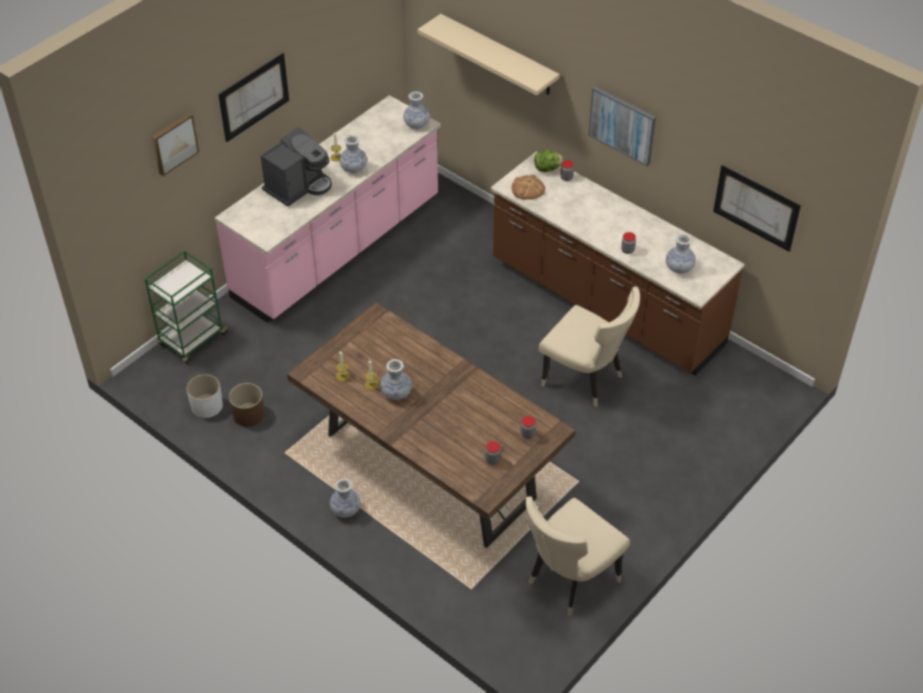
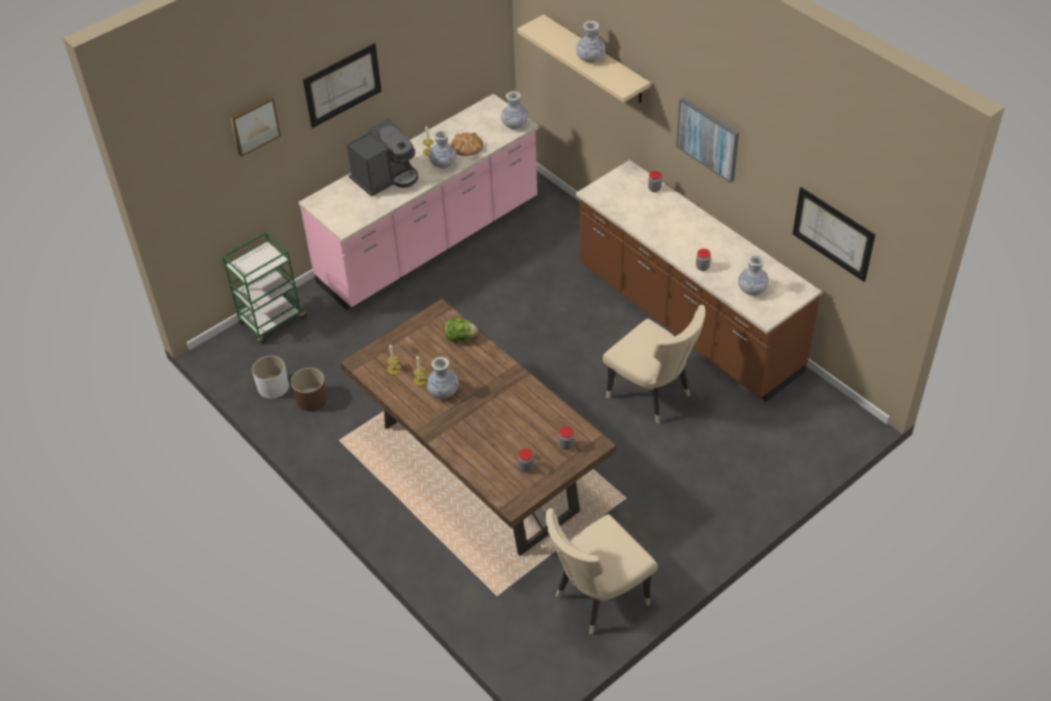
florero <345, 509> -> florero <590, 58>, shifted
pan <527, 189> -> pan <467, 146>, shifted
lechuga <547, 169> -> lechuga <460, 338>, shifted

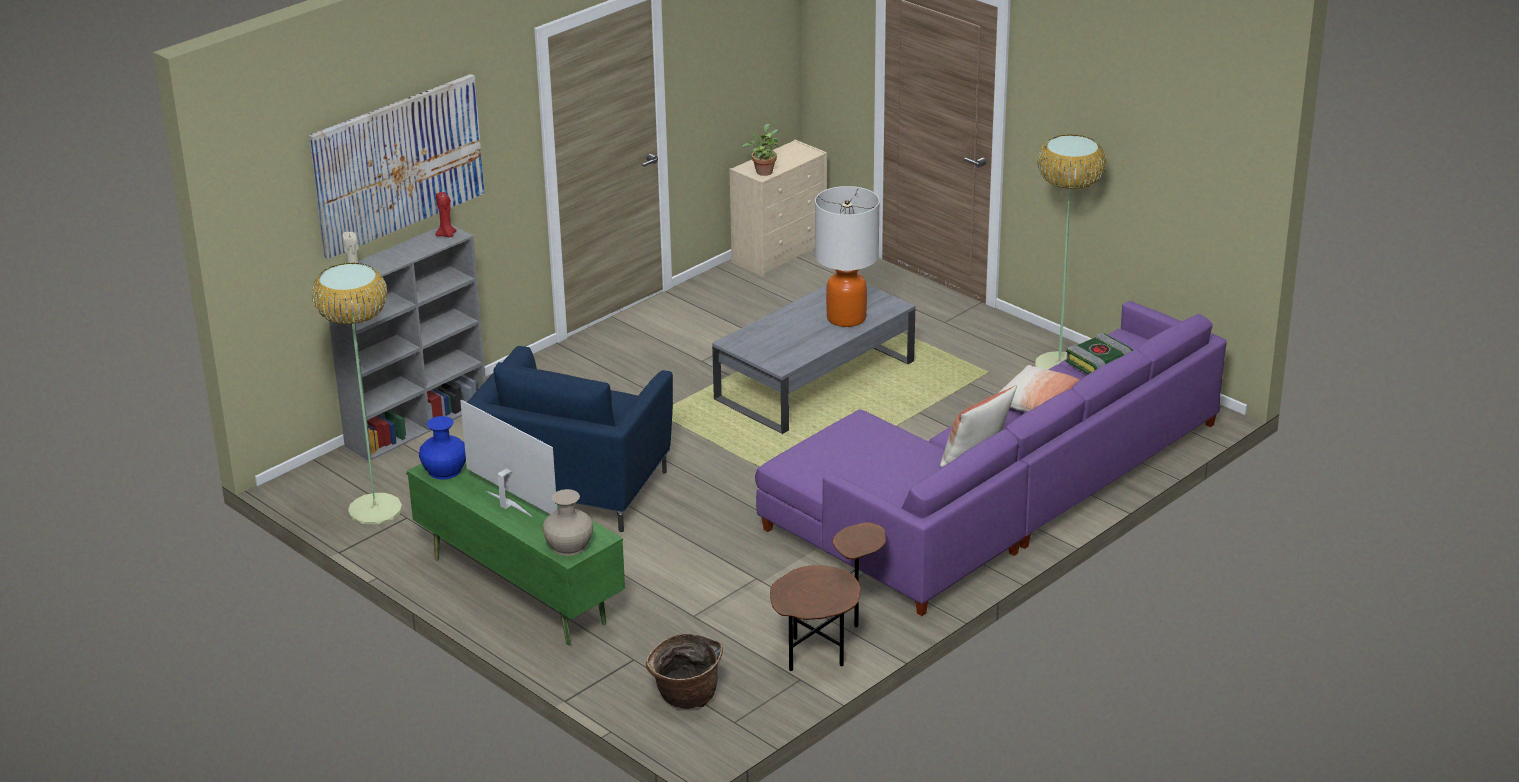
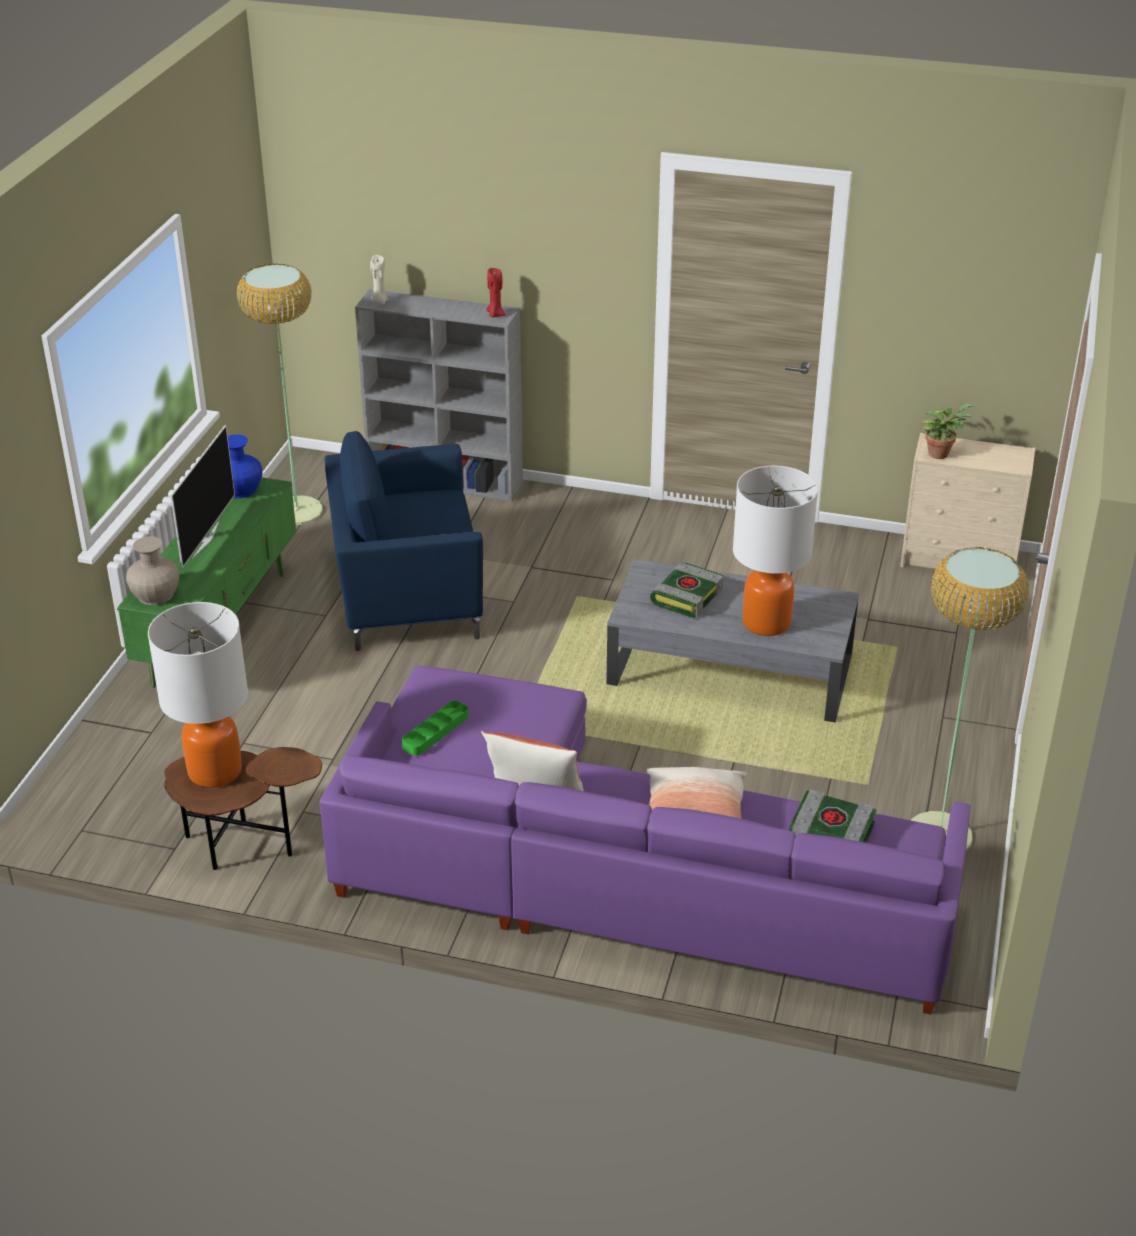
cuadro <398, 164> -> none
cesta <685, 697> -> none
none -> lámpara de mesa <214, 771>
none -> bandeja/verde <435, 731>
none -> libro <686, 596>

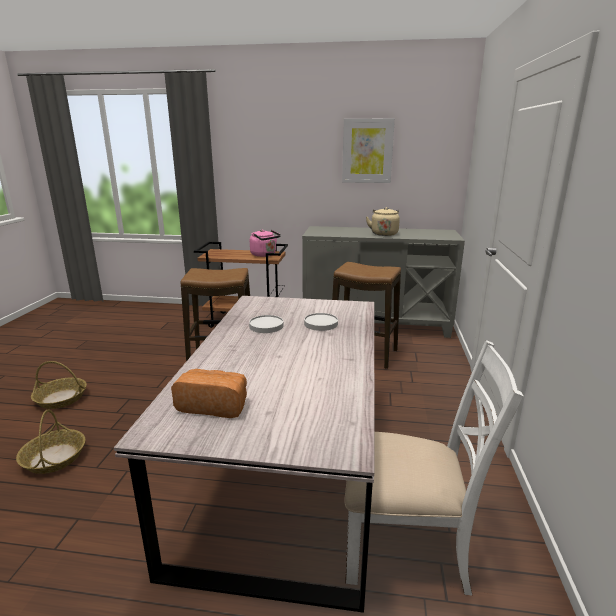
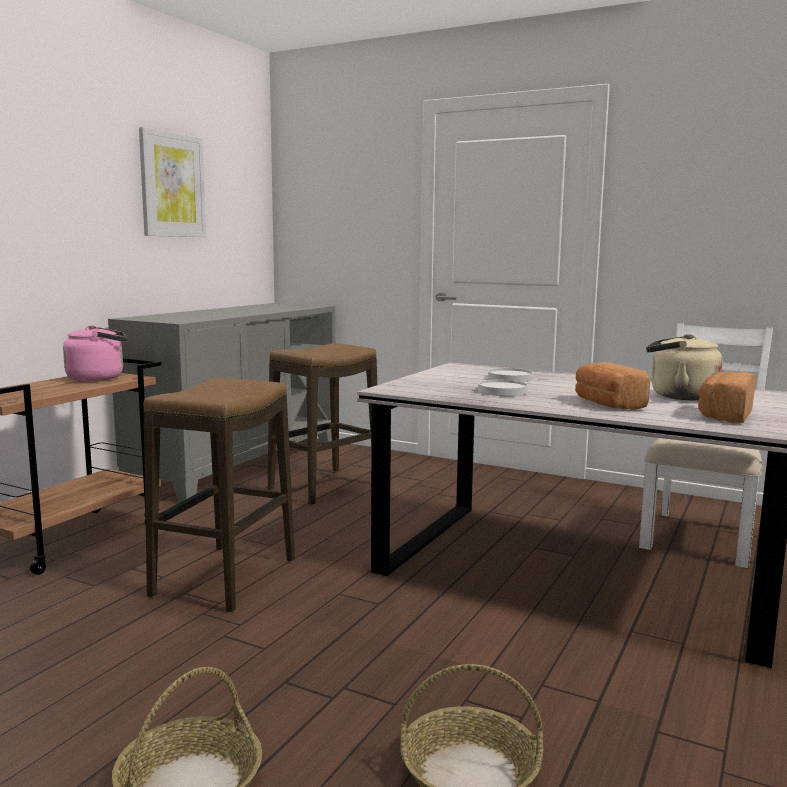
hervidor/beis <384, 233> -> hervidor/beis <678, 396>, shifted
none -> pan <607, 404>

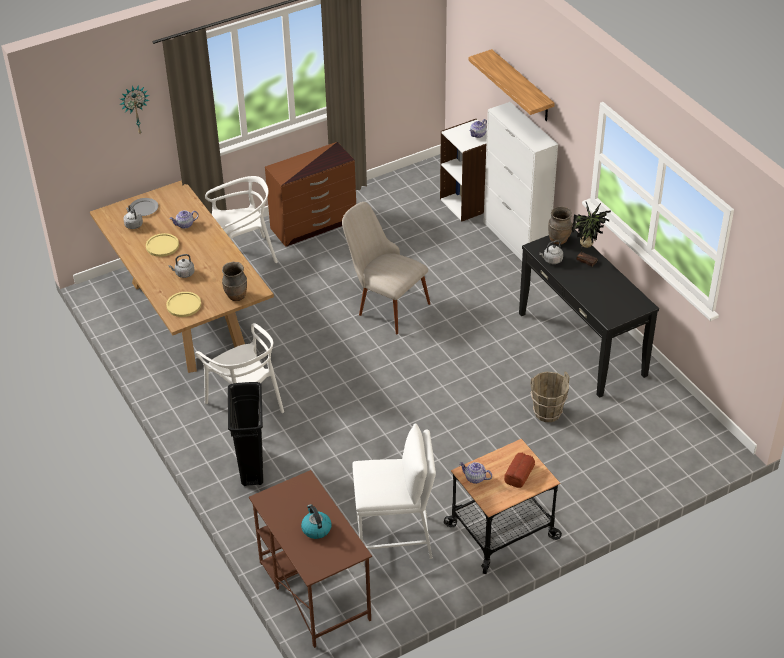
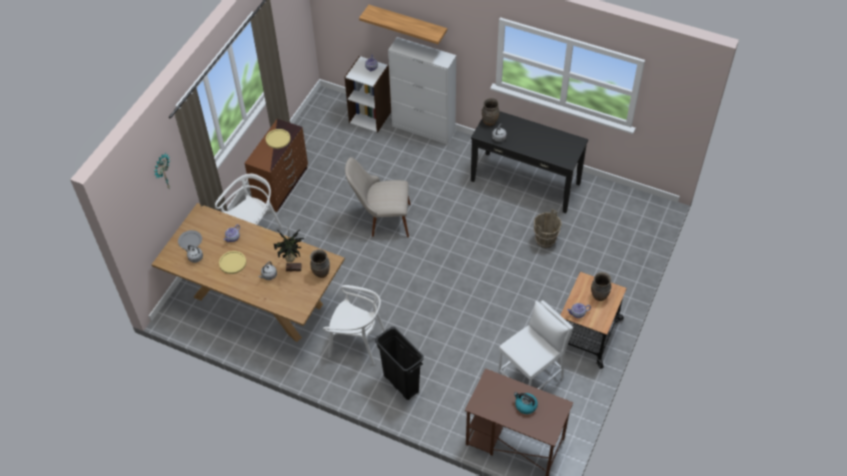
plato/amarillo <184, 305> -> plato/amarillo <278, 139>, shifted
pan <518, 473> -> florero/marrón <599, 295>
planta en maceta <586, 260> -> planta en maceta <293, 267>, shifted

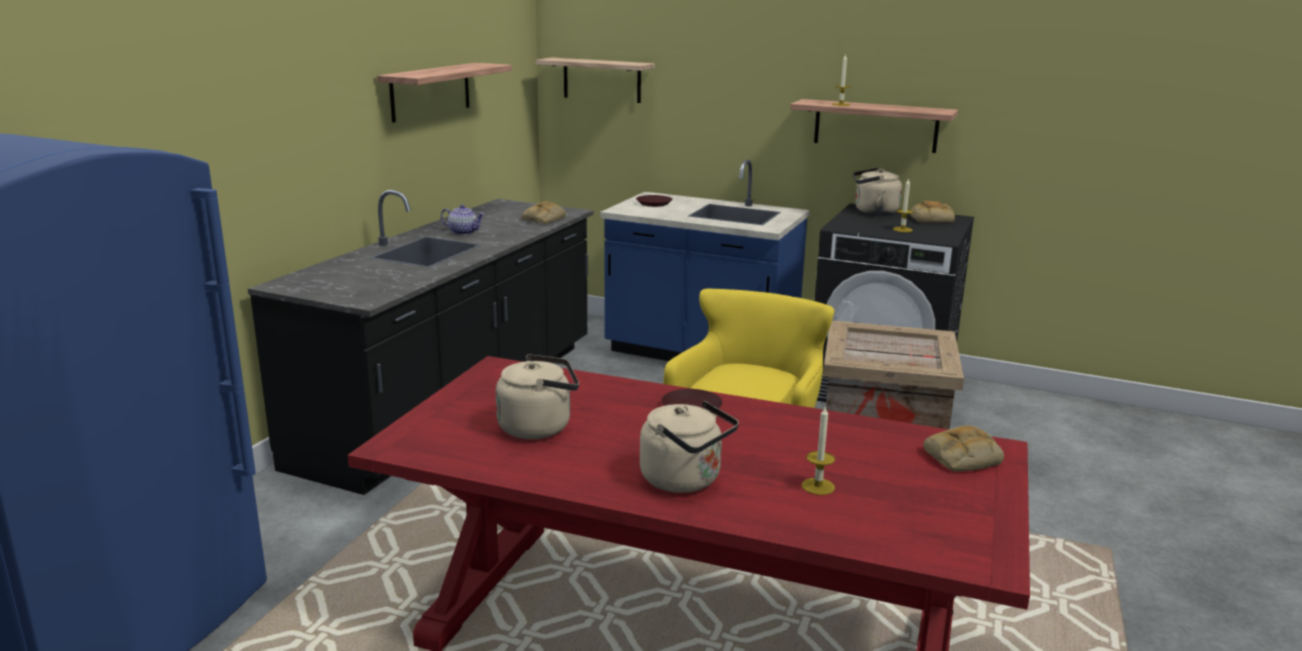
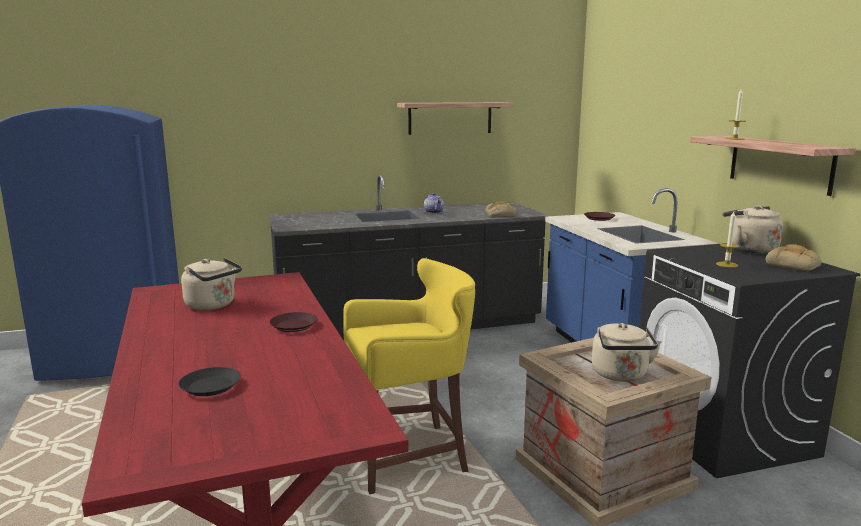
estante <602, 80> -> none
hervidor/beis <685, 480> -> hervidor/beis <621, 375>, shifted
vela <818, 486> -> plato/negro <210, 386>
pan <962, 457> -> none

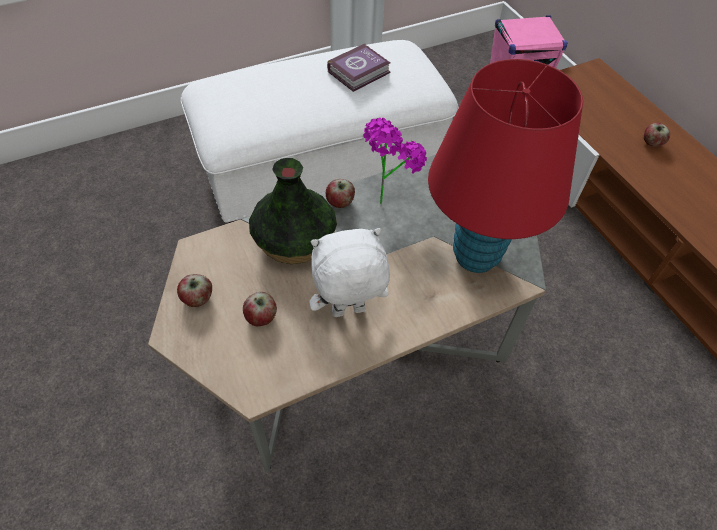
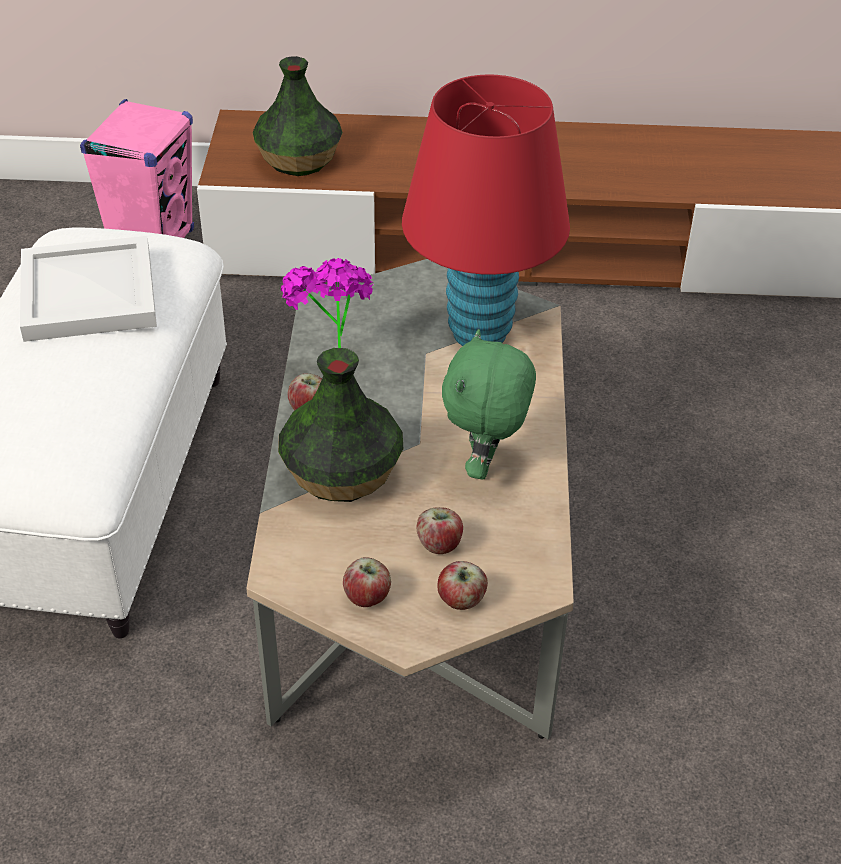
peluche/blanco <348, 313> -> peluche/verde <485, 466>
libro <360, 72> -> bandeja/blanco <90, 292>
manzana <651, 143> -> manzana <461, 600>, shifted
none -> florero <299, 160>

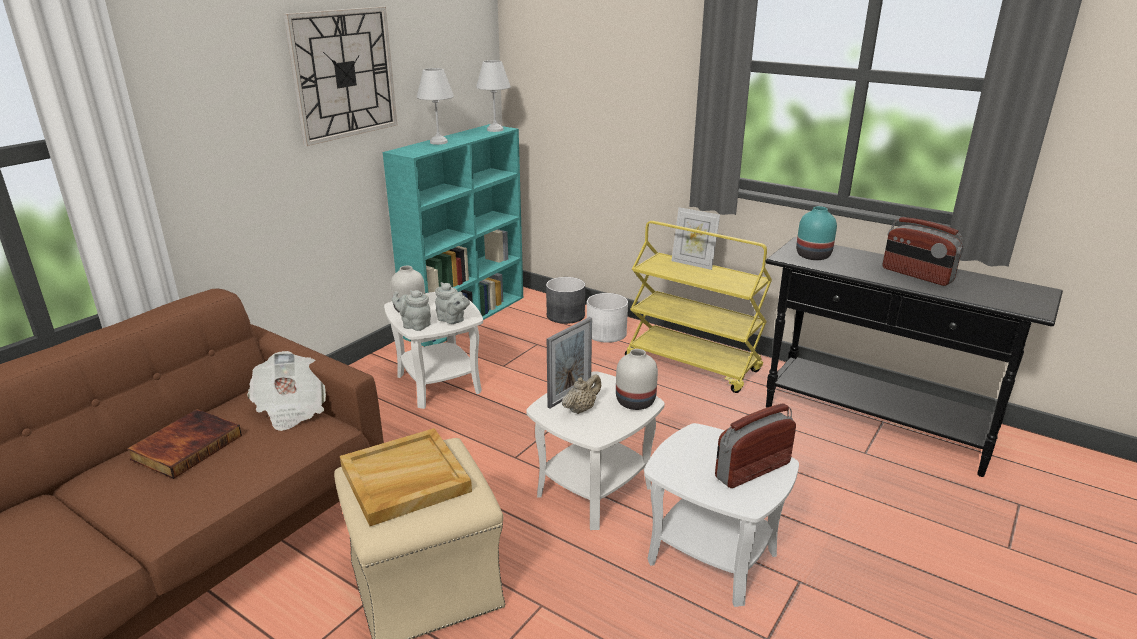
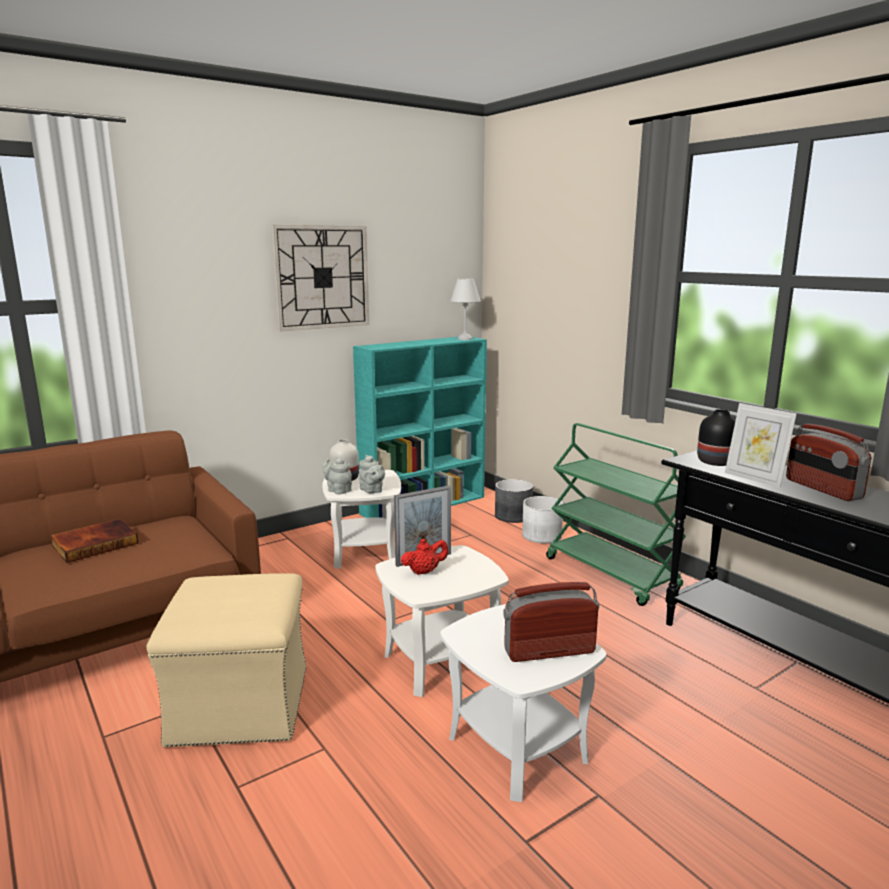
periódico <291, 408> -> none
bandeja/beis <404, 480> -> none
lámpara de mesa/blanco <438, 142> -> none
tetera/beis <581, 409> -> tetera/rojo <424, 572>
florero/blanco <636, 402> -> none
carrito/amarillo <693, 365> -> carrito/verde <612, 574>
portarretratos <693, 264> -> portarretratos <754, 478>, shifted
florero/turquesa <813, 255> -> florero/negro <716, 462>

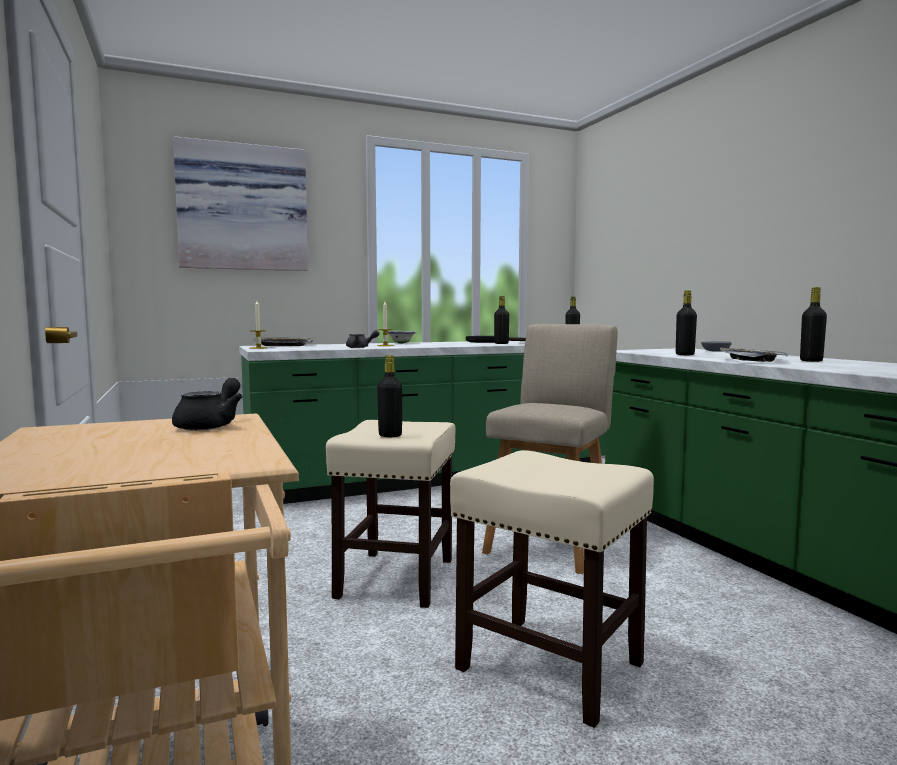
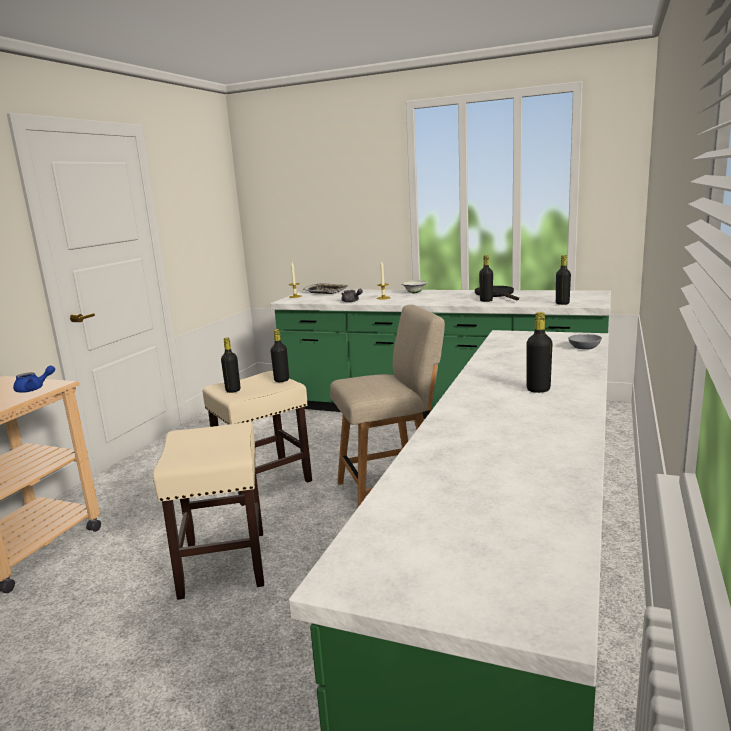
tetera/negro <211, 425> -> tetera/azul <34, 389>
cuadro <243, 208> -> none
botella/negro <684, 354> -> botella/negro <281, 380>, shifted
bandeja <750, 360> -> none

